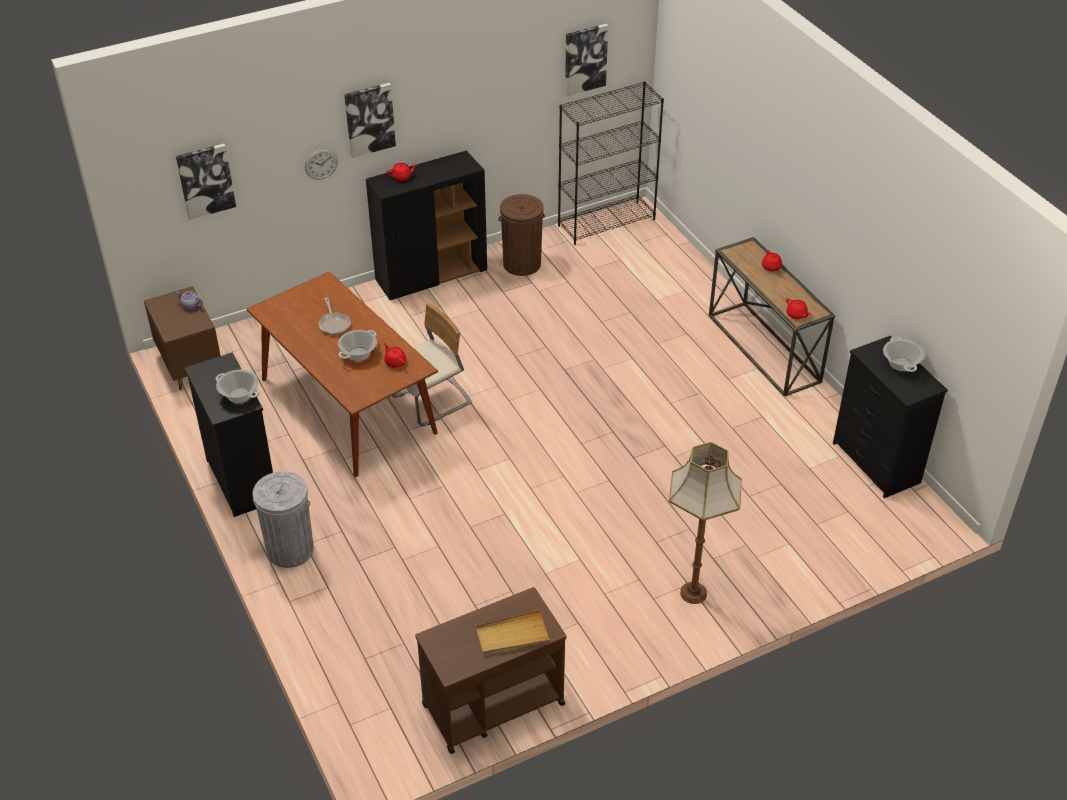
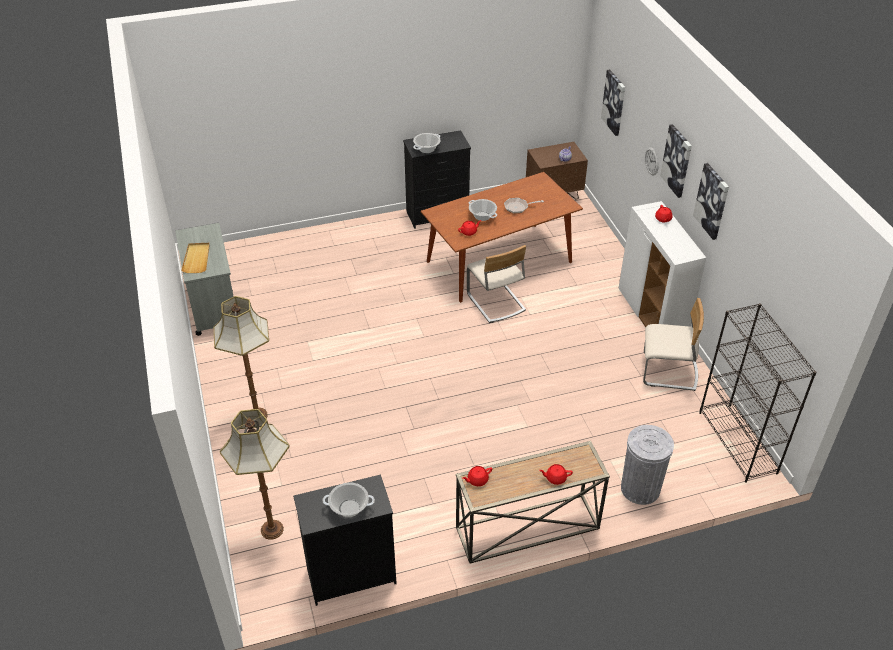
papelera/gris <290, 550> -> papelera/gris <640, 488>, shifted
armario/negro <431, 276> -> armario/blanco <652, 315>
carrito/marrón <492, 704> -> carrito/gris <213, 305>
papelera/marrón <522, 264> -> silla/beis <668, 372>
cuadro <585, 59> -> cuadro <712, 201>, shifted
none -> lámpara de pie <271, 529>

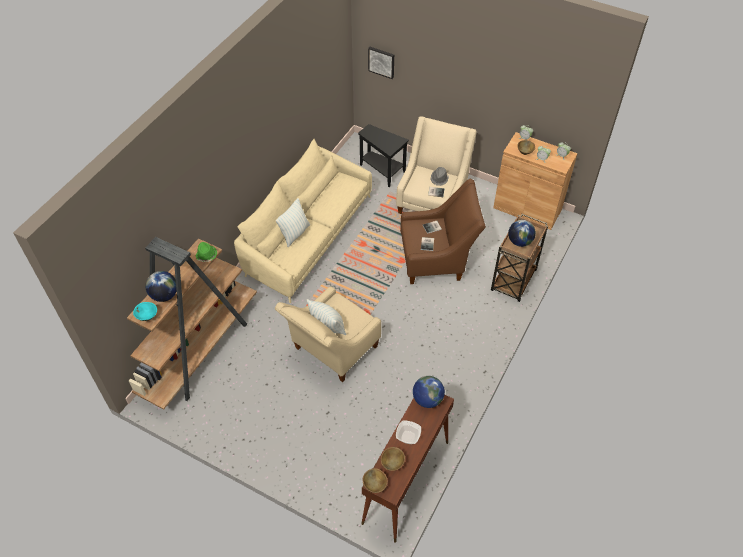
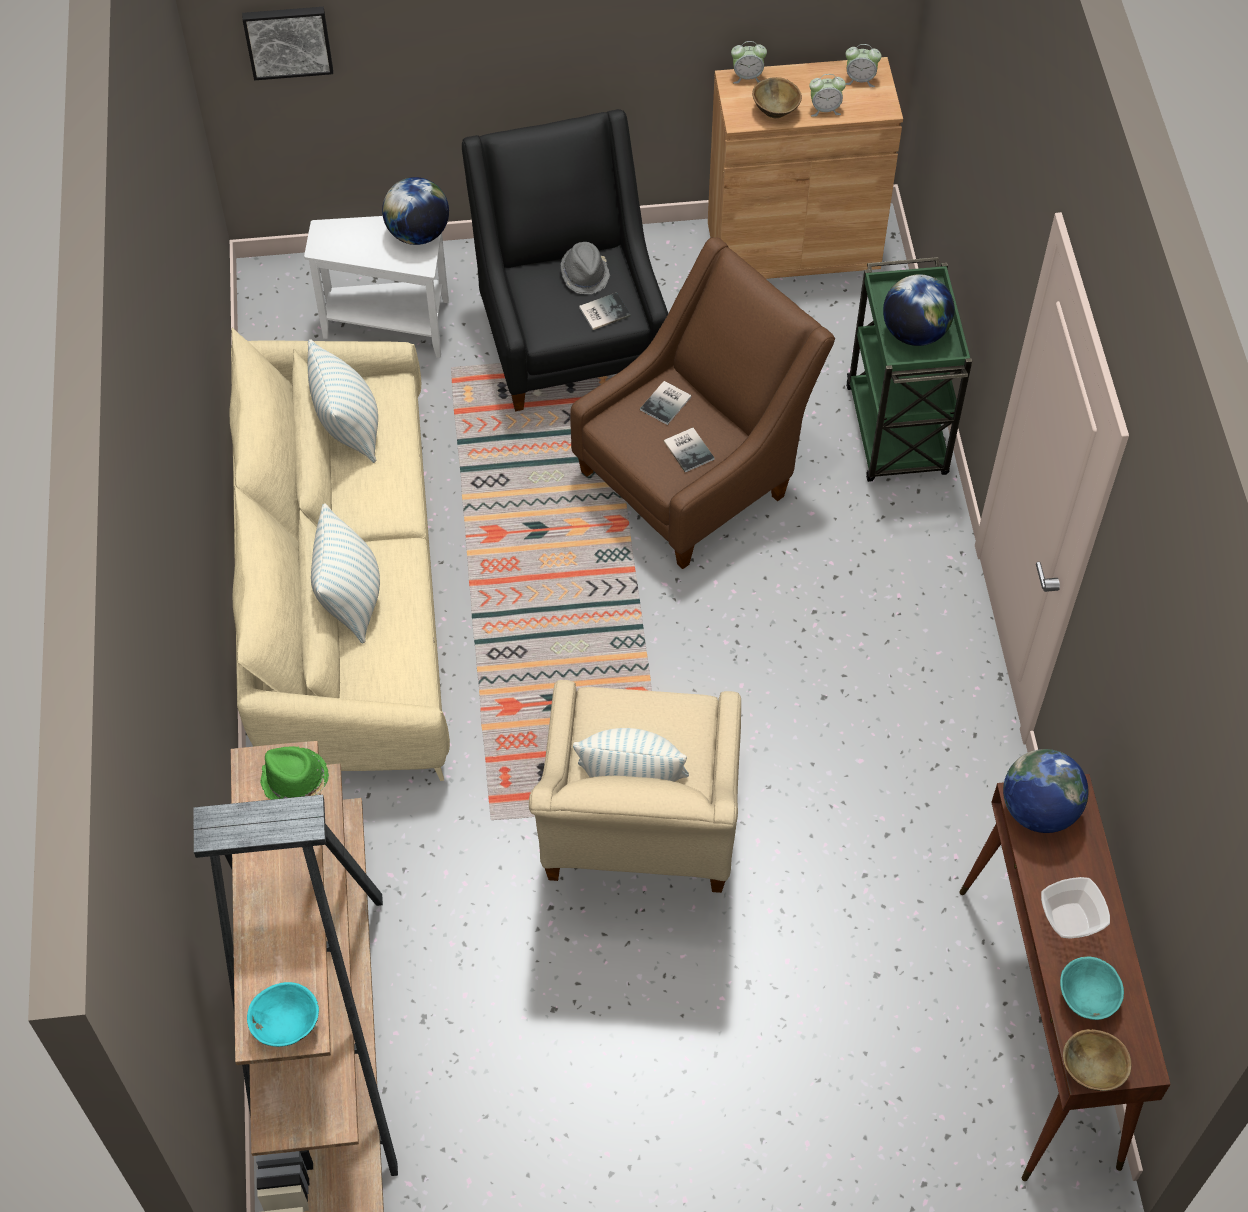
globo terráqueo <164, 295> -> globo terráqueo <418, 234>, shifted
mesa auxiliar/negro <382, 171> -> mesa auxiliar/blanco <392, 326>
cuenco/marrón <392, 463> -> cuenco/turquesa <1086, 997>
sillón/beis <433, 200> -> sillón/negro <569, 336>
carrito/marrón <513, 281> -> carrito/verde <897, 433>
none -> cojín <349, 429>

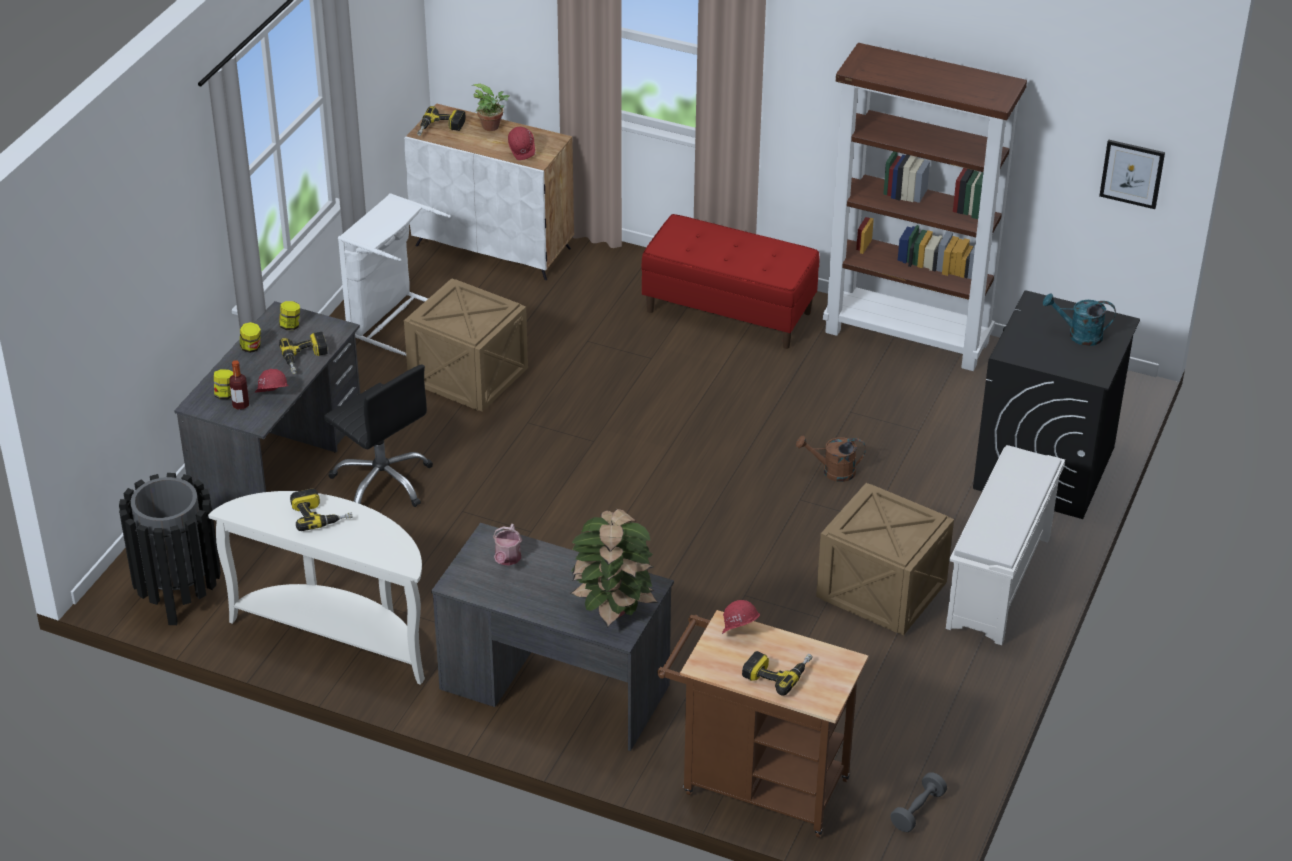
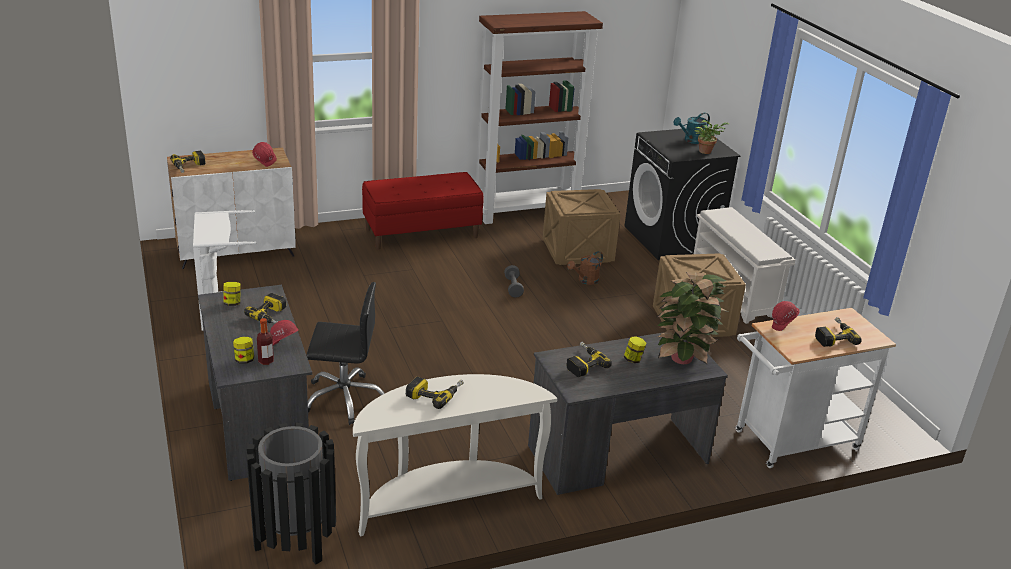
tarro <251, 348> -> tarro <633, 359>, shifted
caja de embalaje <469, 377> -> caja de embalaje <578, 251>, shifted
planta en maceta <493, 127> -> planta en maceta <706, 151>, shifted
regadera <507, 559> -> taladro <582, 363>
carrito/marrón <756, 784> -> carrito/blanco <789, 442>
mancuerna/gris <917, 810> -> mancuerna/gris <513, 287>, shifted
cuadro <1132, 173> -> none

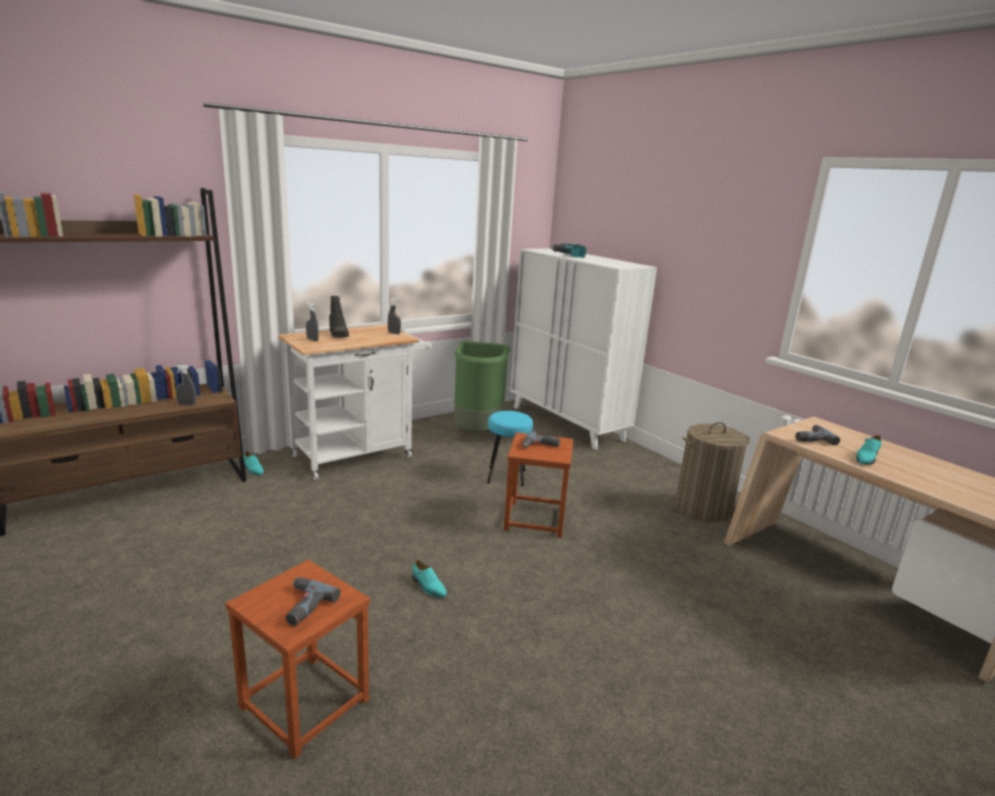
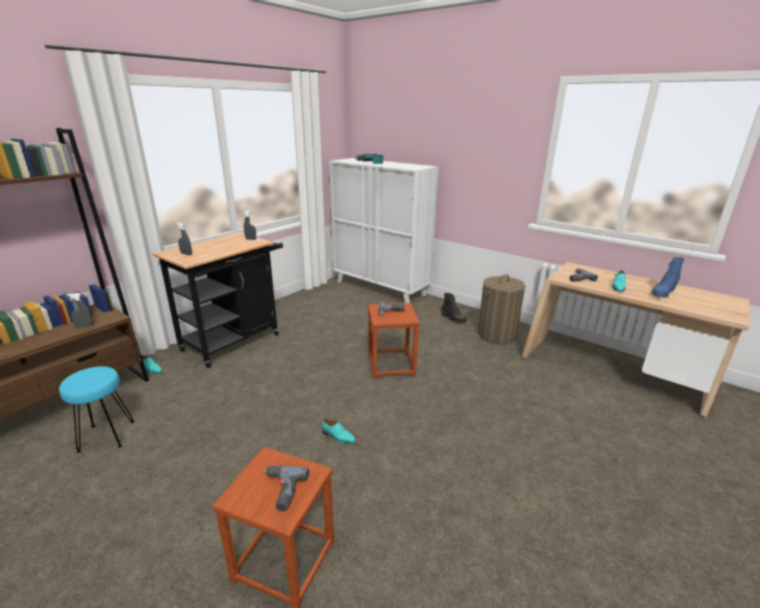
carrito/blanco <359, 454> -> carrito/negro <235, 340>
bota/negro <338, 335> -> bota/negro <453, 319>, shifted
papelera/verde <478, 433> -> none
taburete/turquesa <506, 476> -> taburete/turquesa <107, 435>, shifted
none -> bota/azul <662, 293>

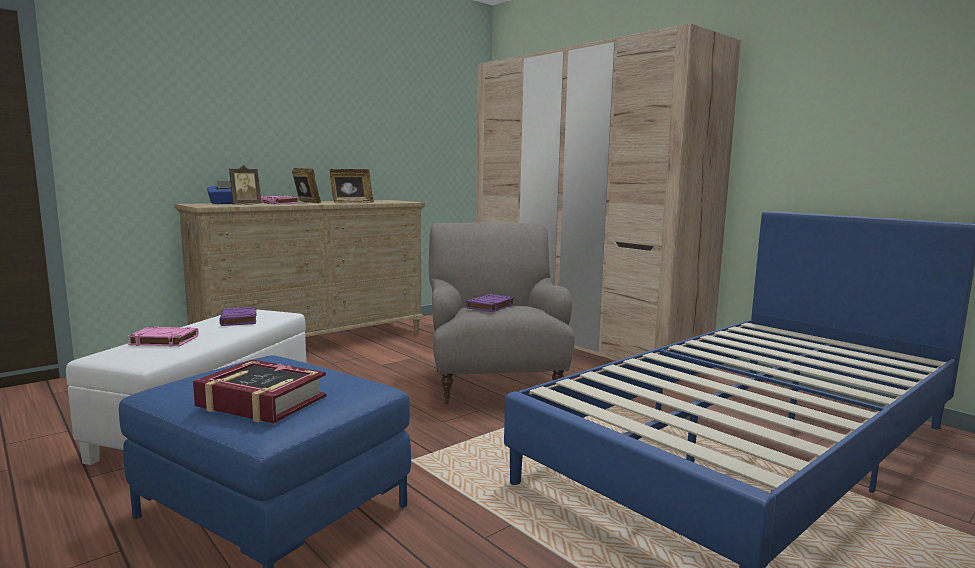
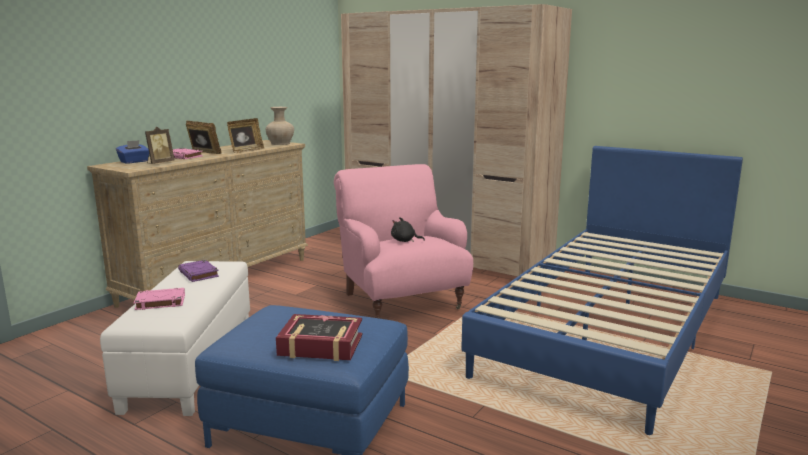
sillón/gris <494, 383> -> sillón/rosa <401, 301>
libro/morado <490, 307> -> peluche/negro <405, 241>
none -> florero/beis <280, 143>

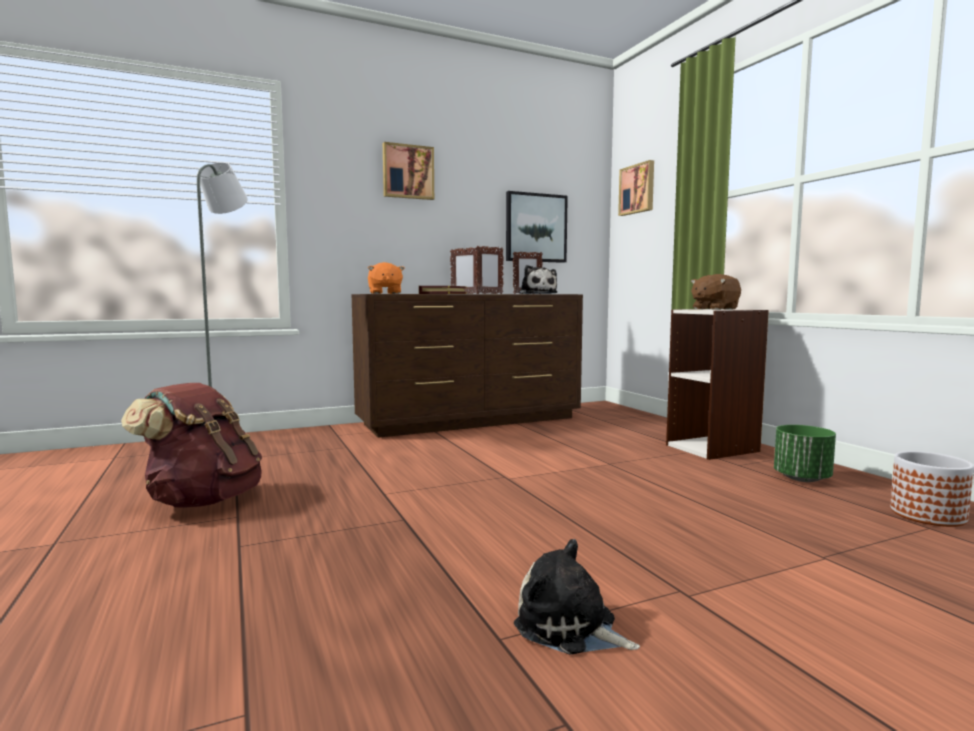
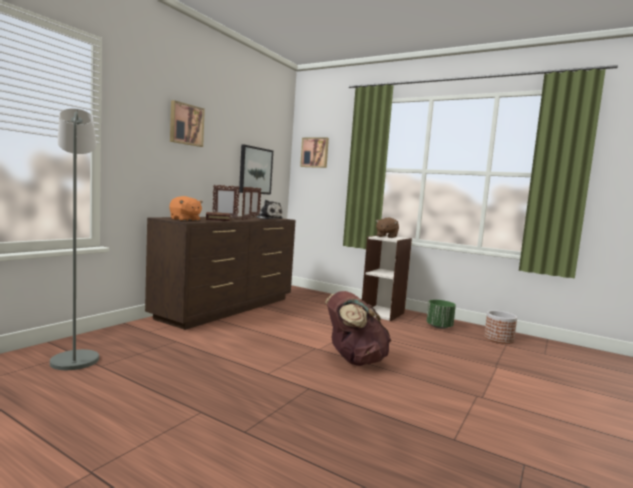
mochila/marrón <203, 501> -> mochila/marrón <354, 360>, shifted
peluche <570, 627> -> none

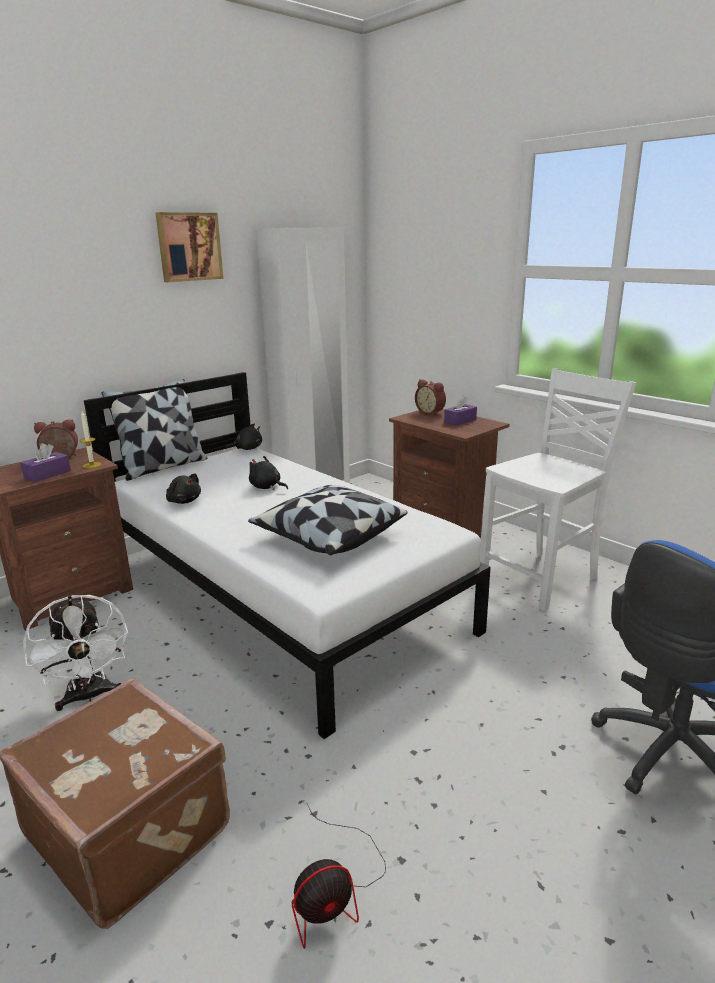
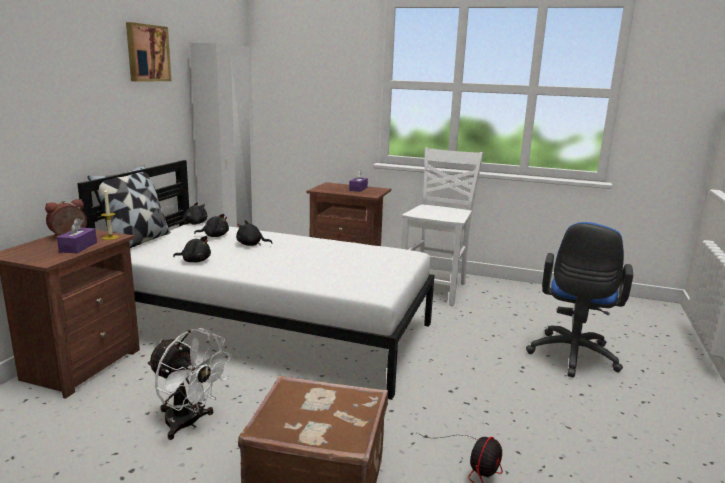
cojín <328, 537> -> none
despertador <431, 412> -> none
none -> peluche/negro <214, 236>

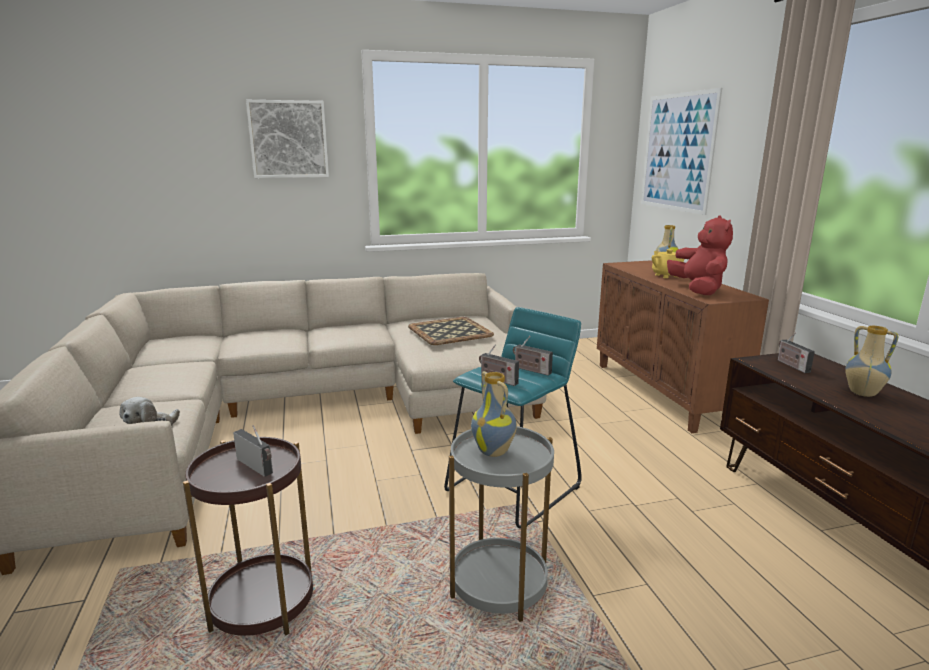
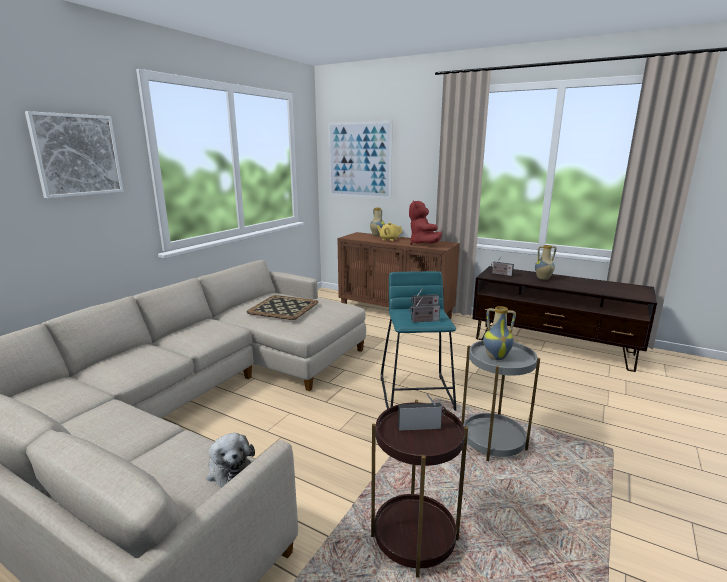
peluche/rojo <698, 290> -> peluche/rojo <423, 244>, 135 degrees counterclockwise

